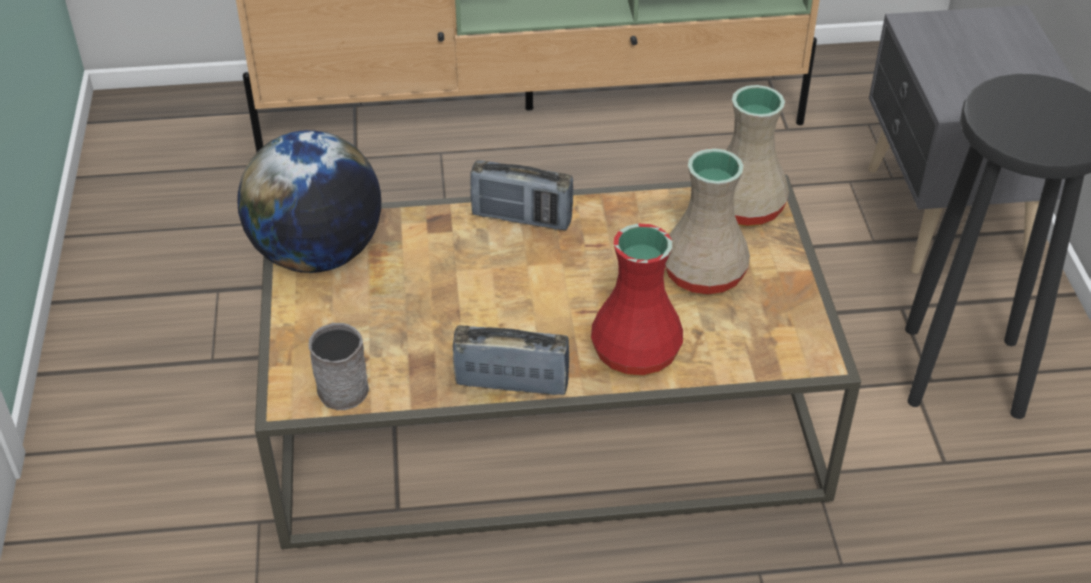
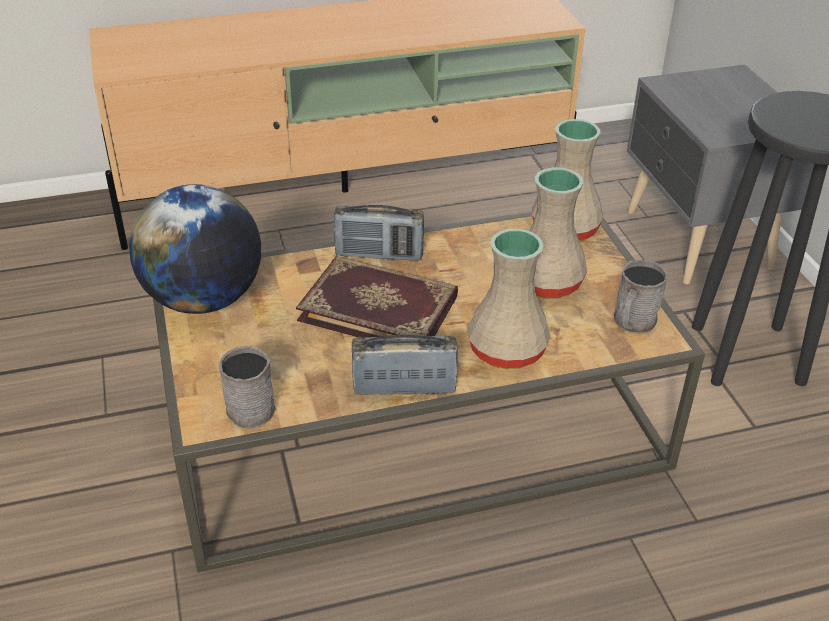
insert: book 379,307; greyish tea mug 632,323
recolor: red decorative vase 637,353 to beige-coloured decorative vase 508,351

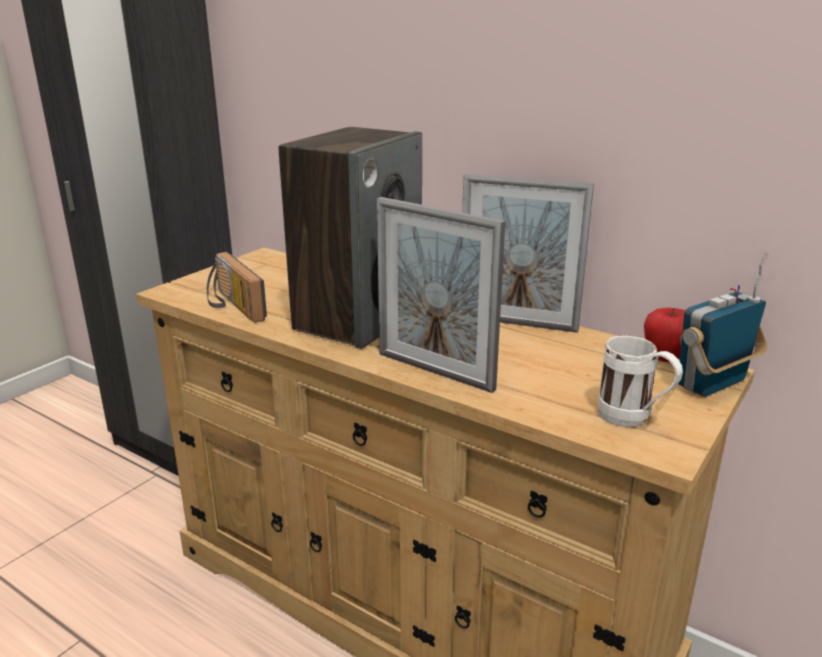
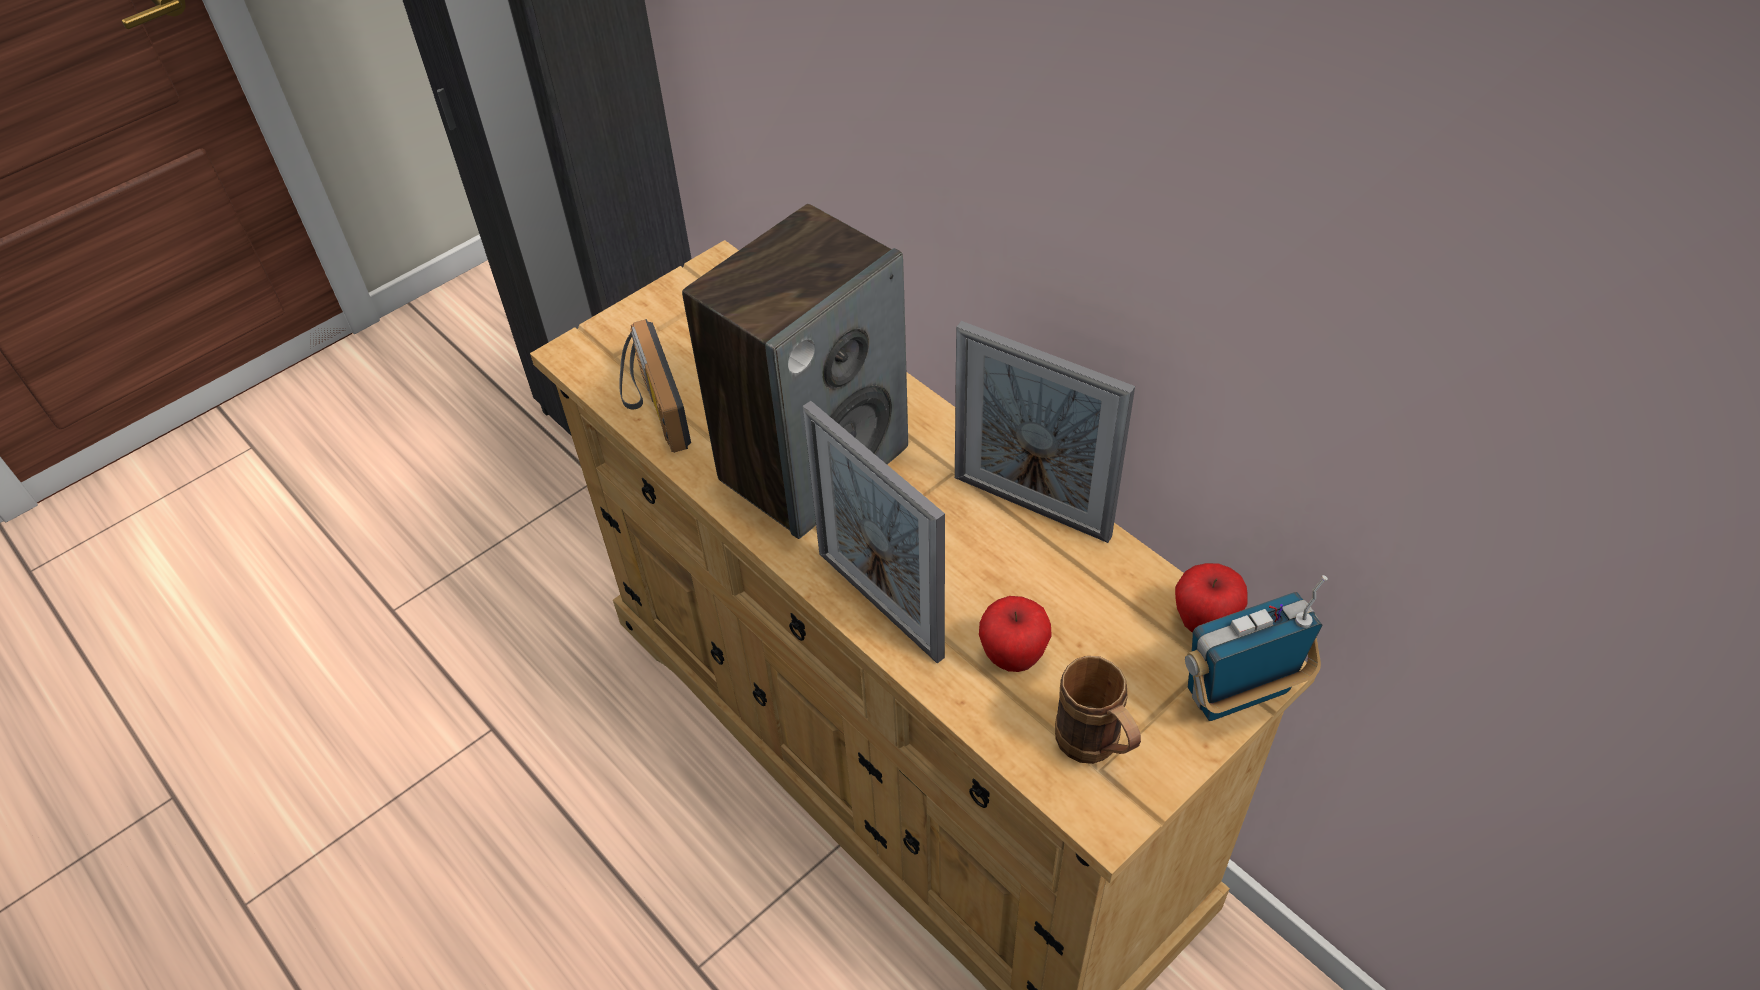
insert: apple 1013,657
recolor: white tea mug 633,419 to brown tea mug 1095,749

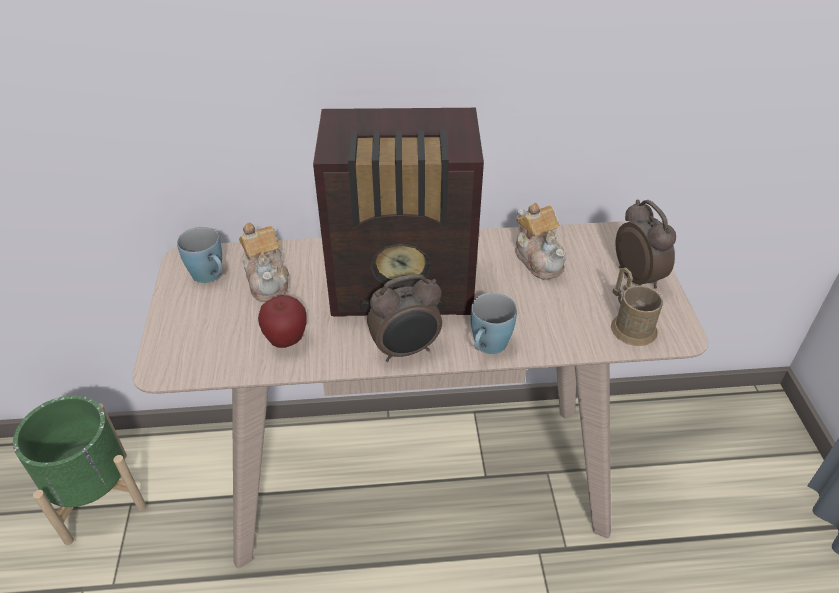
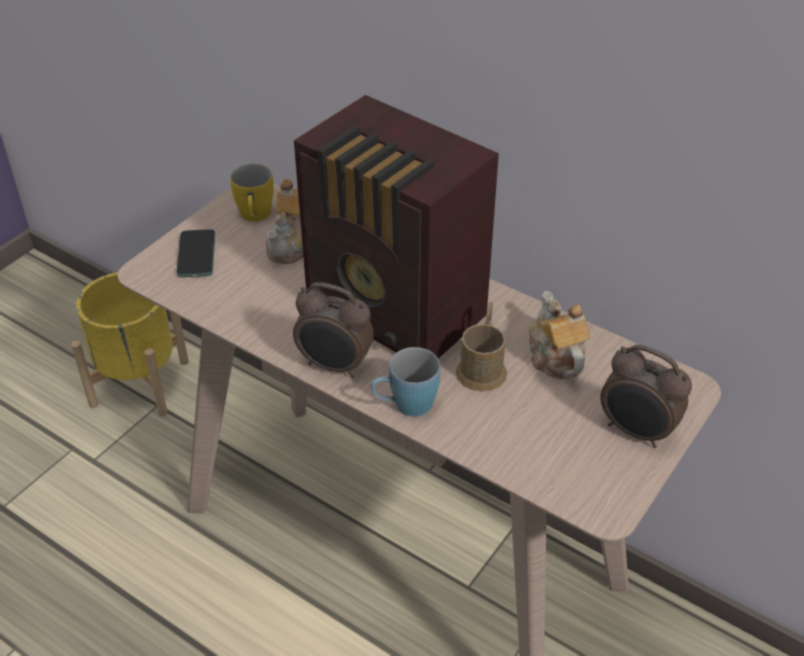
delete: apple 286,340
insert: handset 196,254
move: brown tea mug 629,324 to 482,366
recolor: green planter 96,497 to yellowish planter 139,383; blue tea mug 211,276 to yellowish tea mug 255,217
rotate: pot for tea 539,259 = 555,357 150 degrees clockwise; bedside clock 637,277 = 636,432 105 degrees clockwise

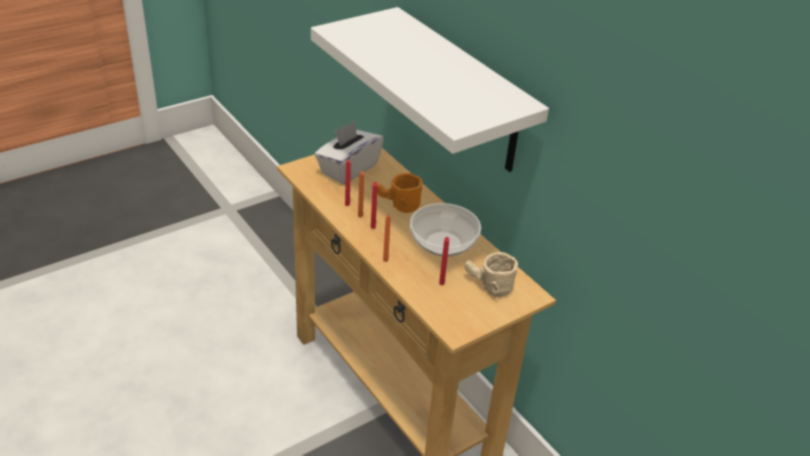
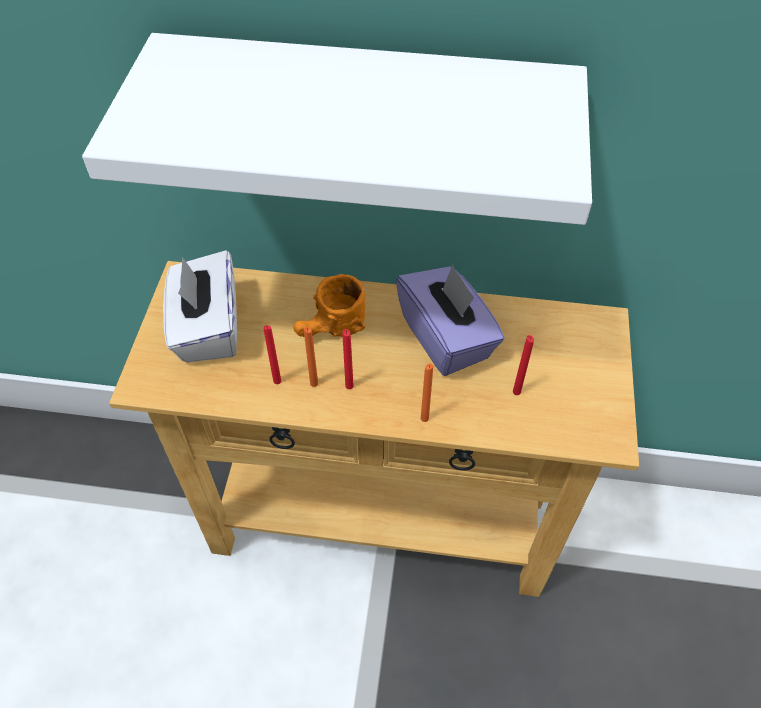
delete: beige-coloured tea mug 486,286
replace: bowl 442,243 to purple tissue box 446,338

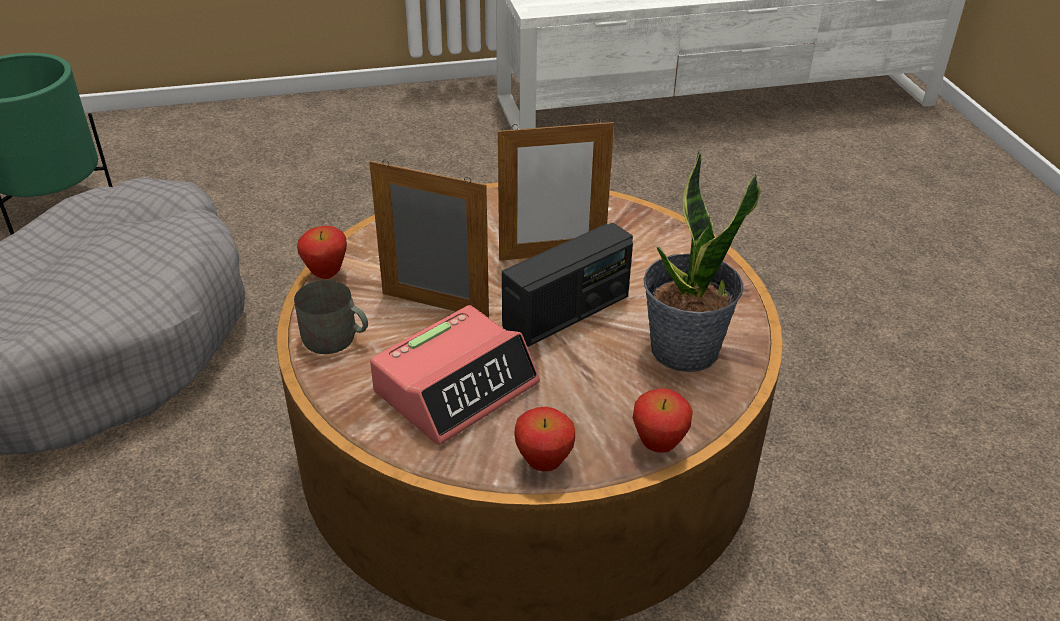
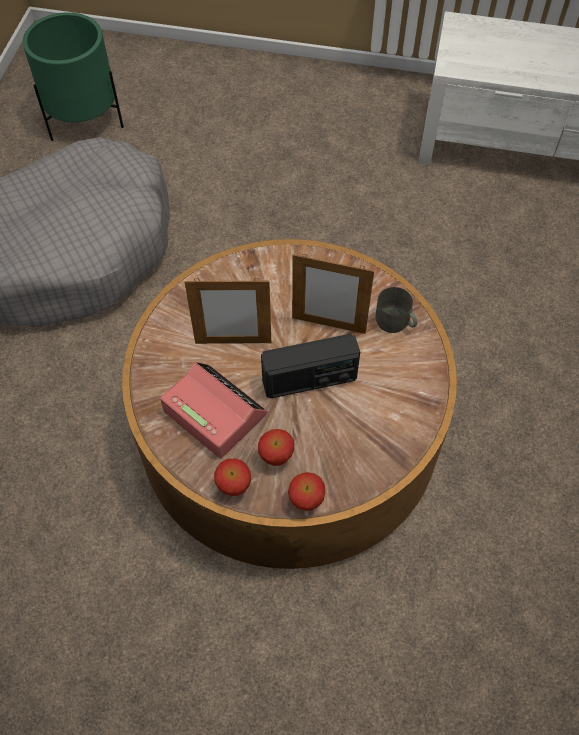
delete: houseplant 684,350
move: apple 326,274 to 276,458; greyish tea mug 336,339 to 395,323
rotate: bedside clock 456,387 = 214,412 120 degrees counterclockwise; picture frame 435,306 = 233,342 135 degrees clockwise

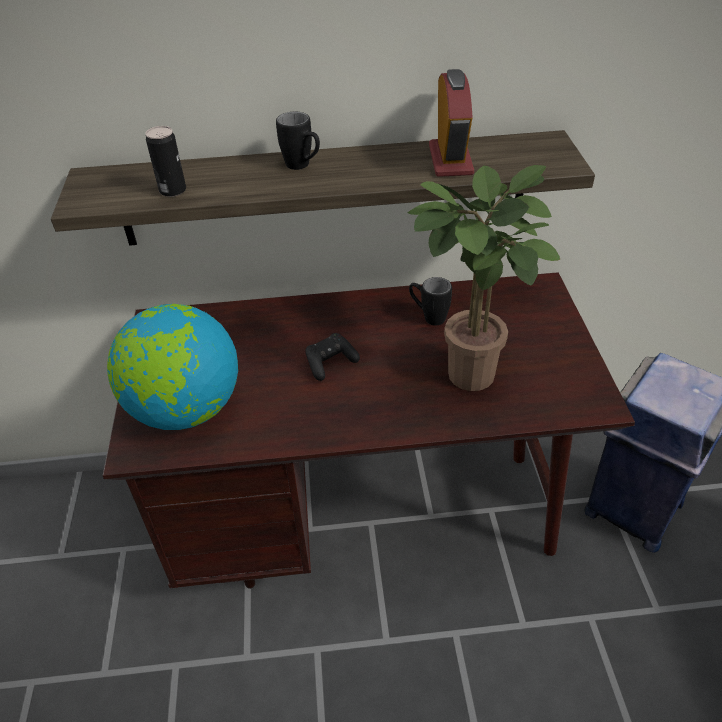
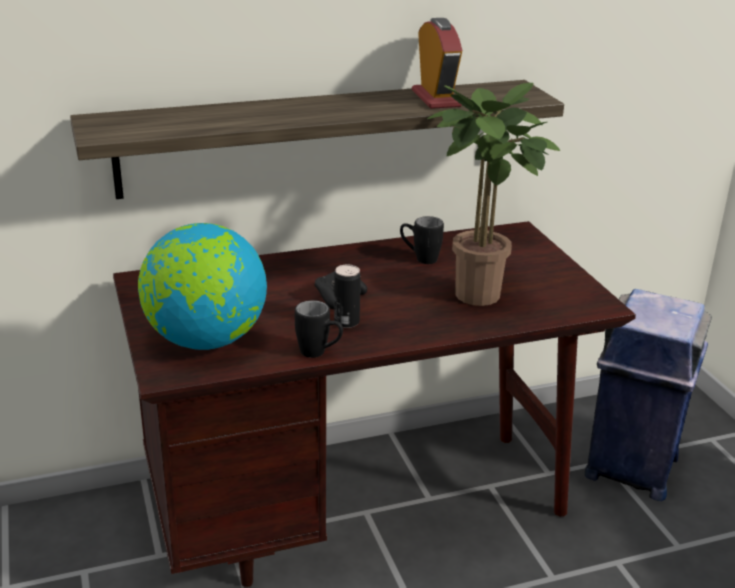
move: blackish tea mug 303,166 to 319,354; metal can 173,190 to 346,322

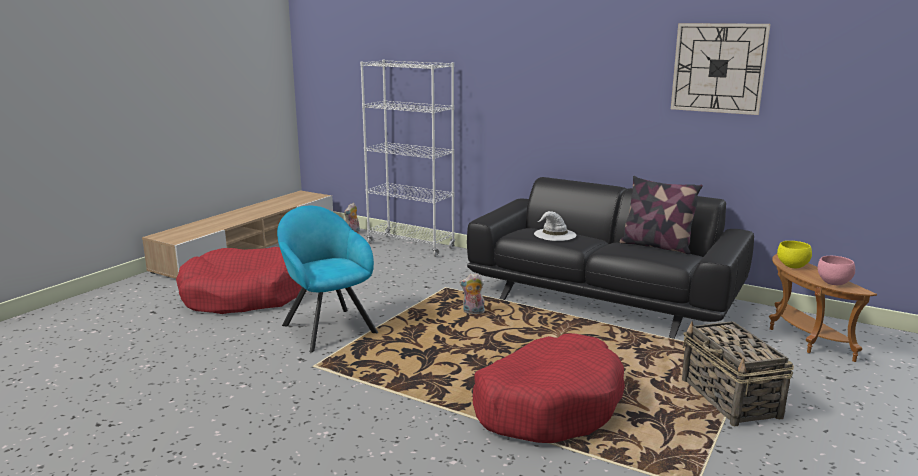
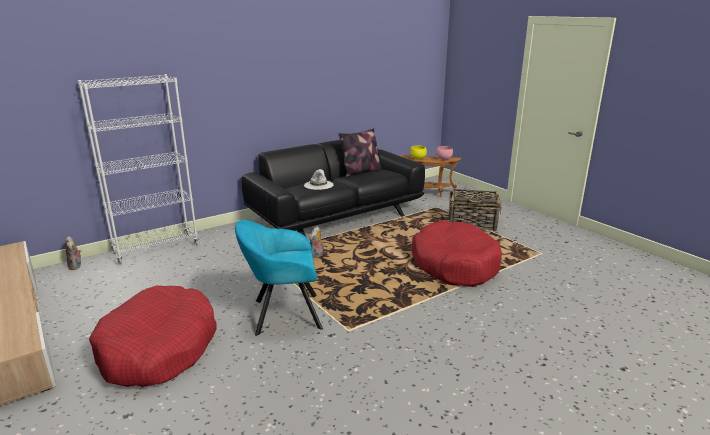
delete: hanging clock 718,68

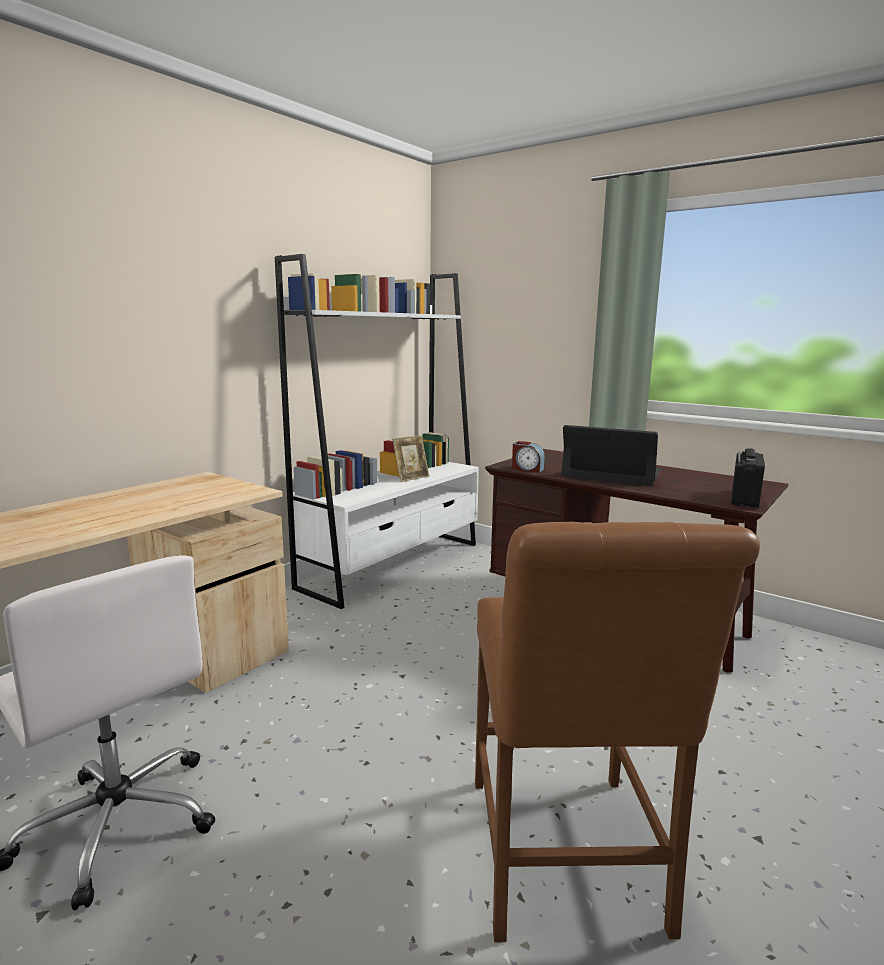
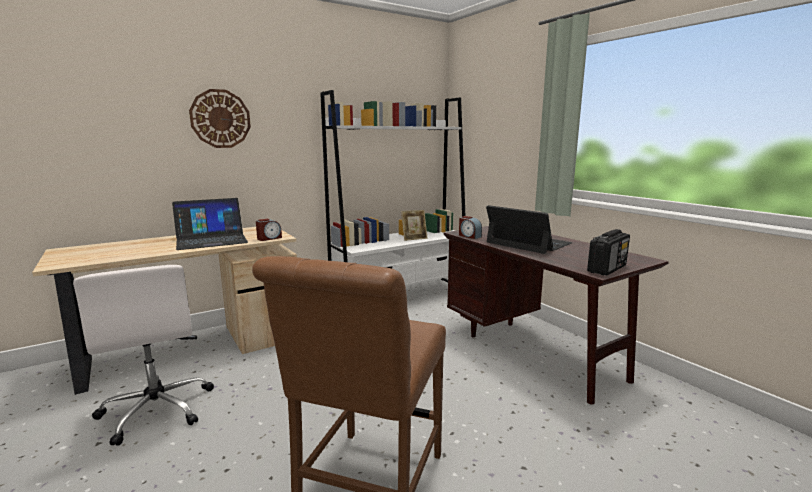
insert: laptop 211,240; hanging clock 220,119; bedside clock 269,238

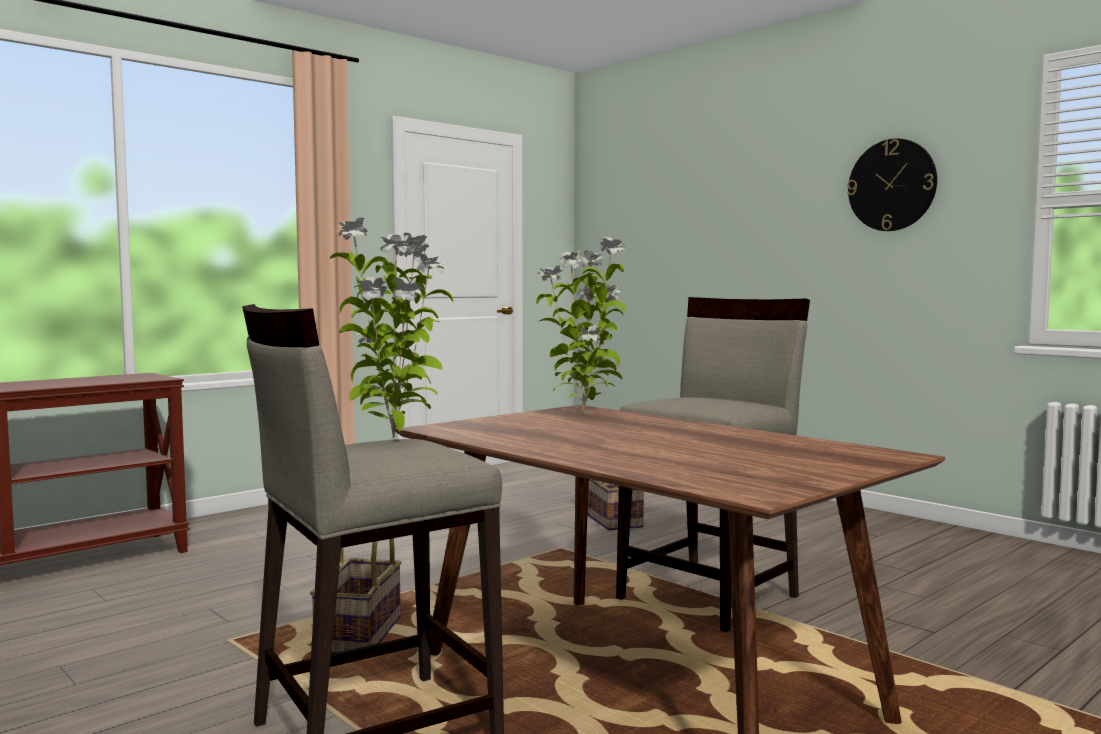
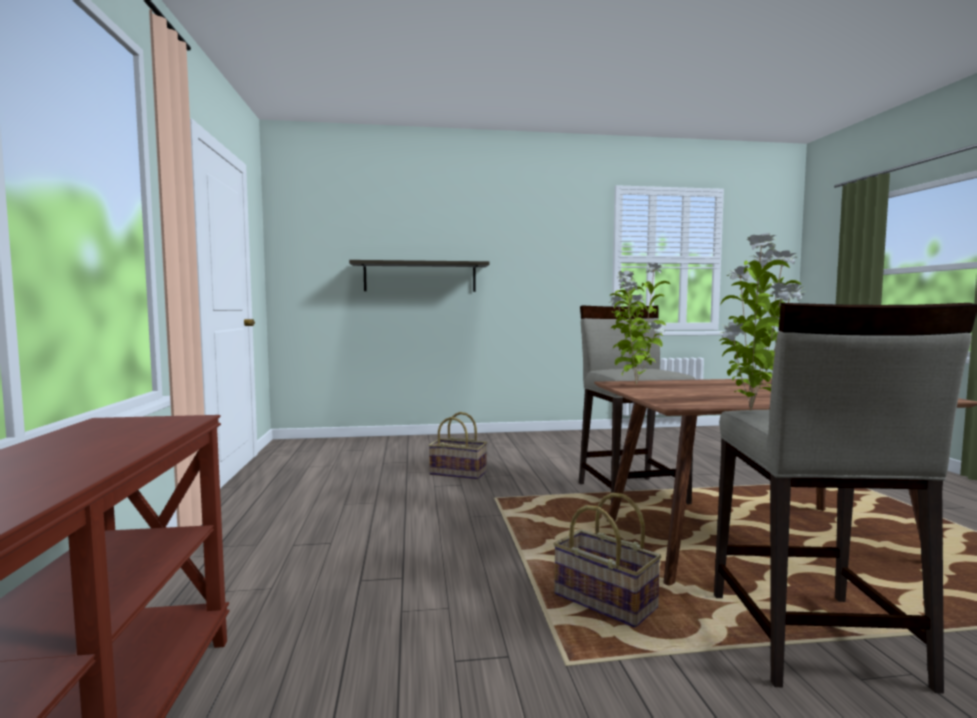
delete: hanging clock 892,185
insert: wall shelf 420,277

